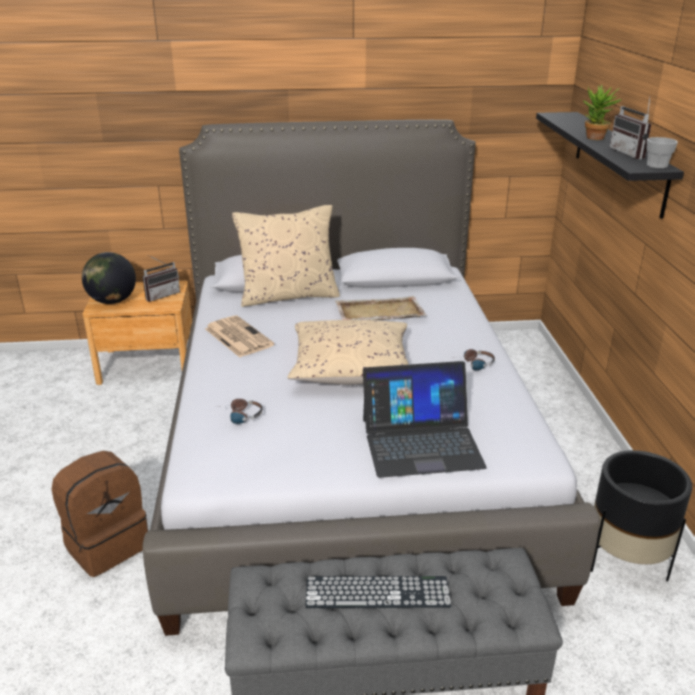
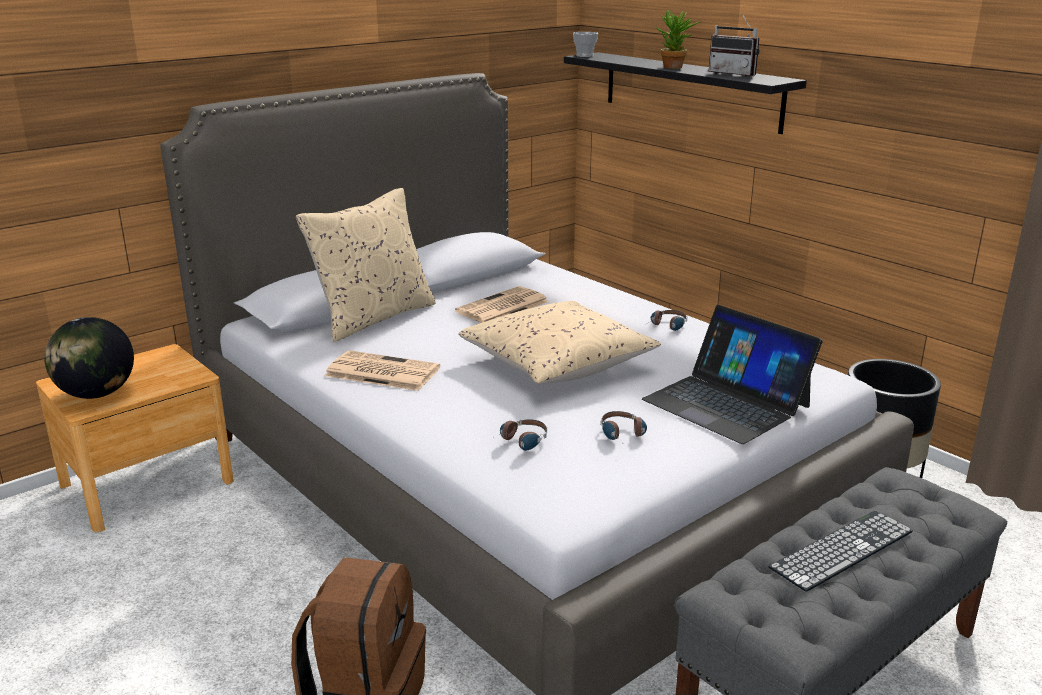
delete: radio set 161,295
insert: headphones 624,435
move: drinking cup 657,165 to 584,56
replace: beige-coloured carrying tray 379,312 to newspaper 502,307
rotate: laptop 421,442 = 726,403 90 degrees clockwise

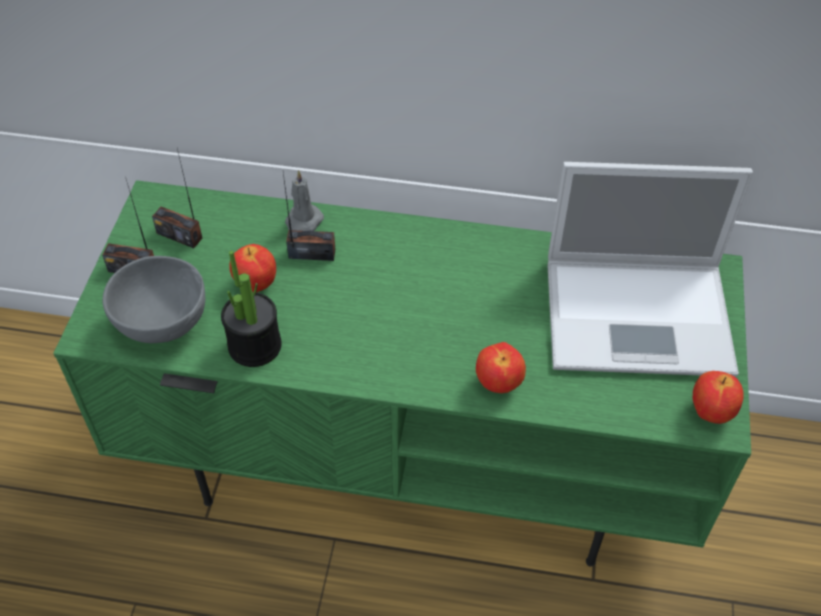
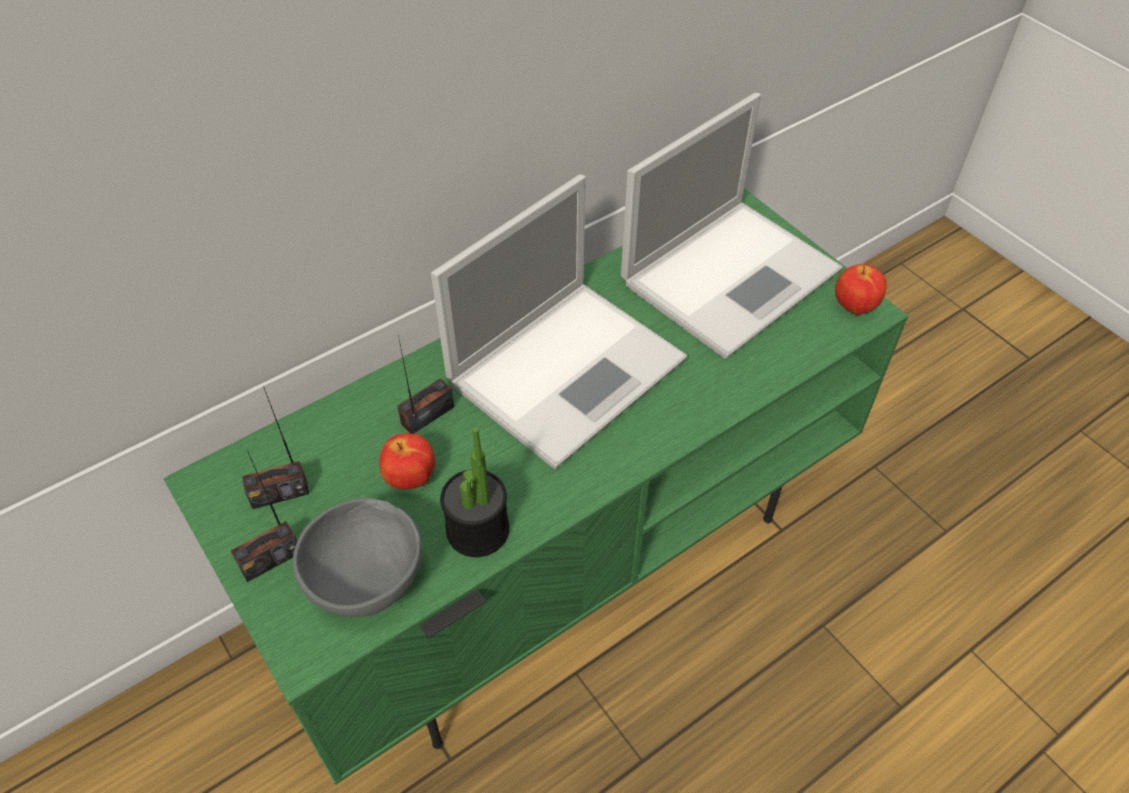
delete: greyish wax light 303,223; apple 498,383
insert: laptop 569,368

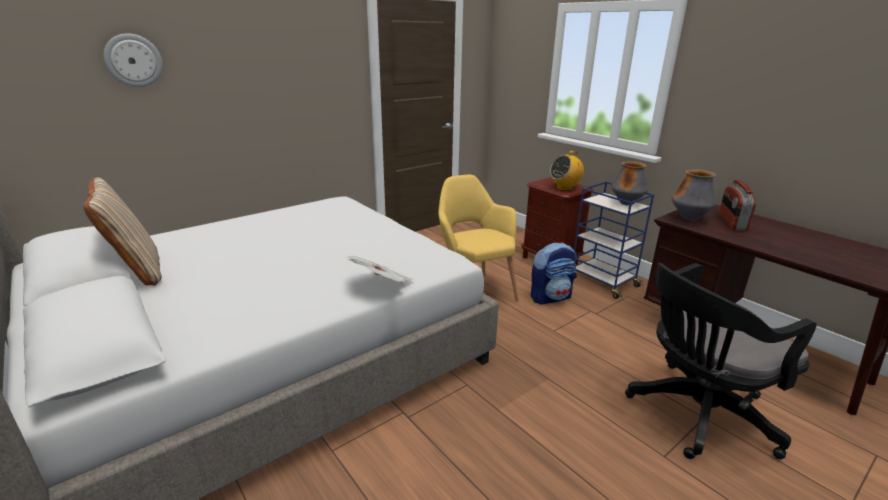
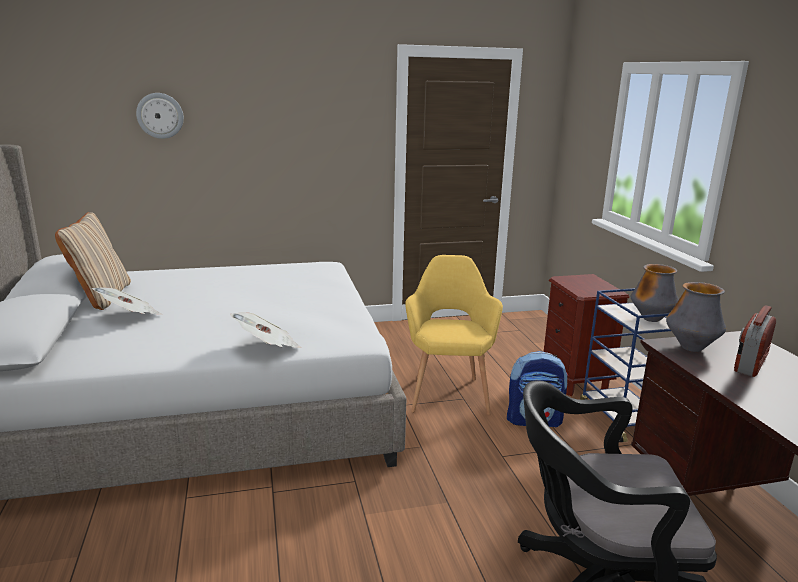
delete: radio set 565,188
insert: newspaper 130,316

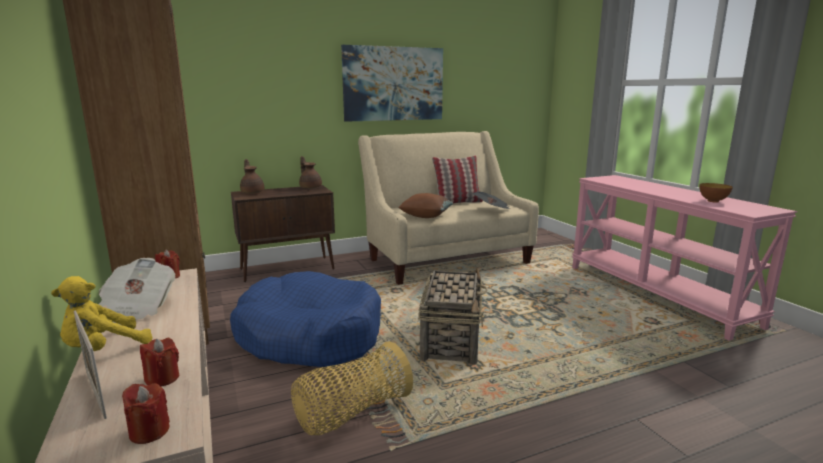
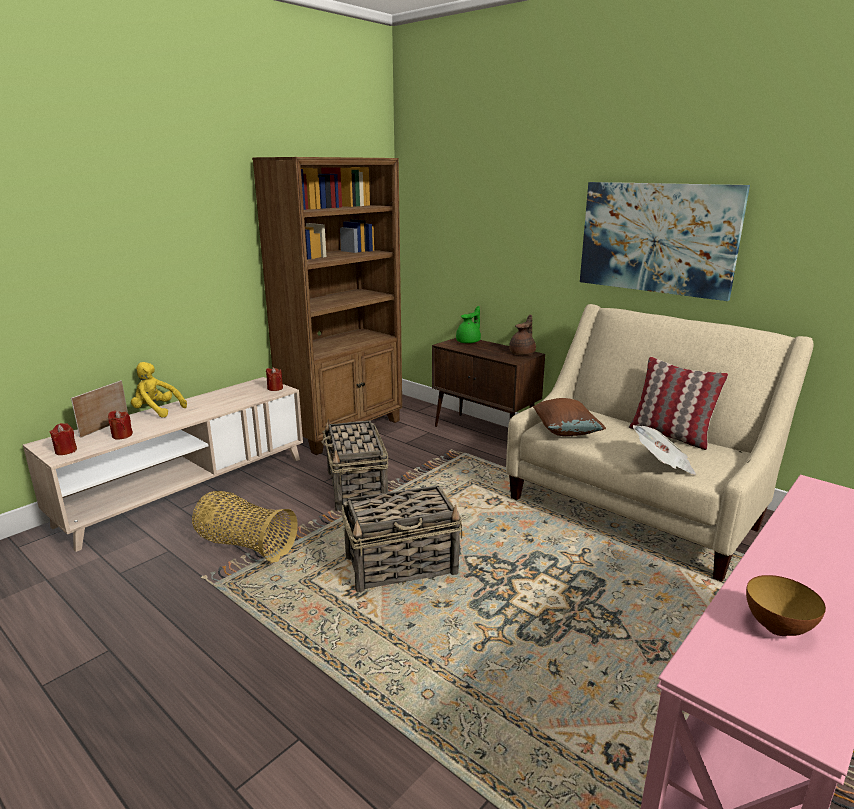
delete: newspaper 137,309
replace: blue pet bed 309,336 to basket 356,488
recolor: brown pot for tea 252,192 to green pot for tea 469,342

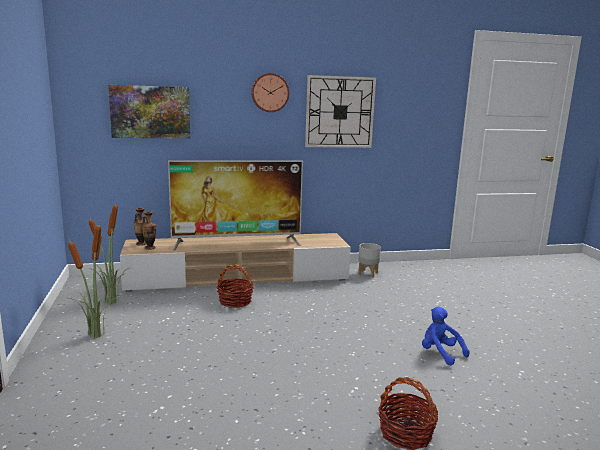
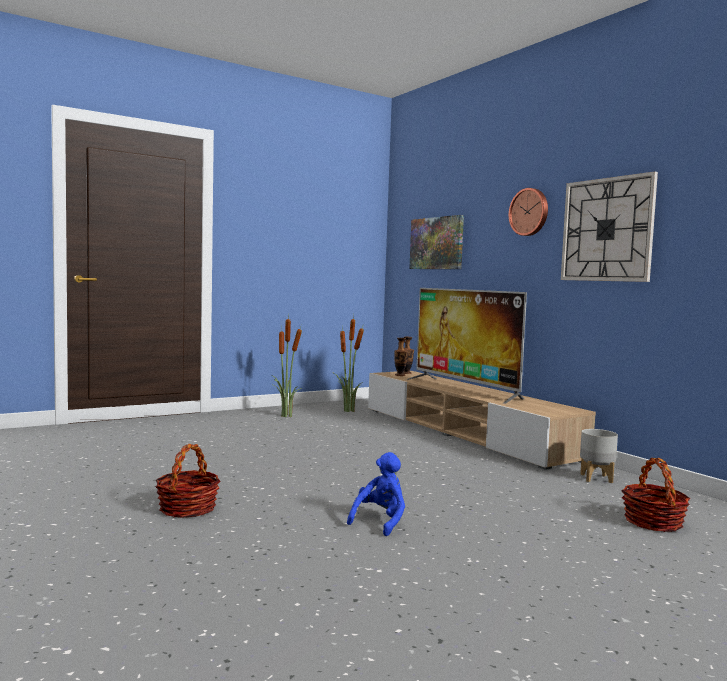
move: basket 235,301 to 653,522

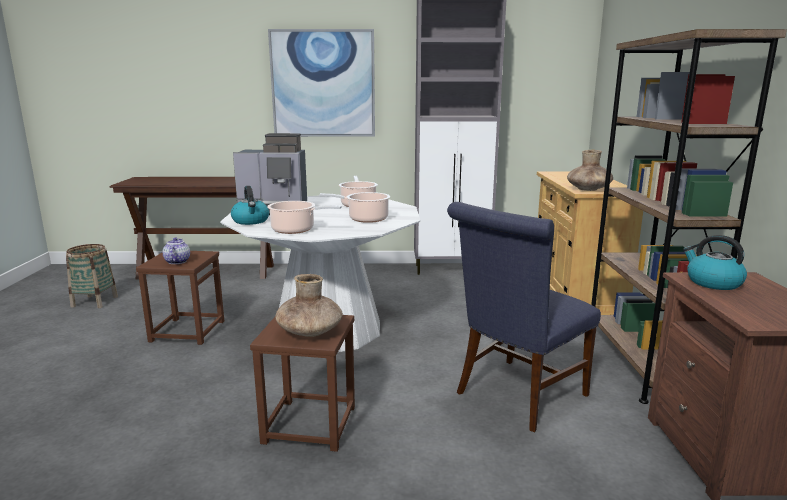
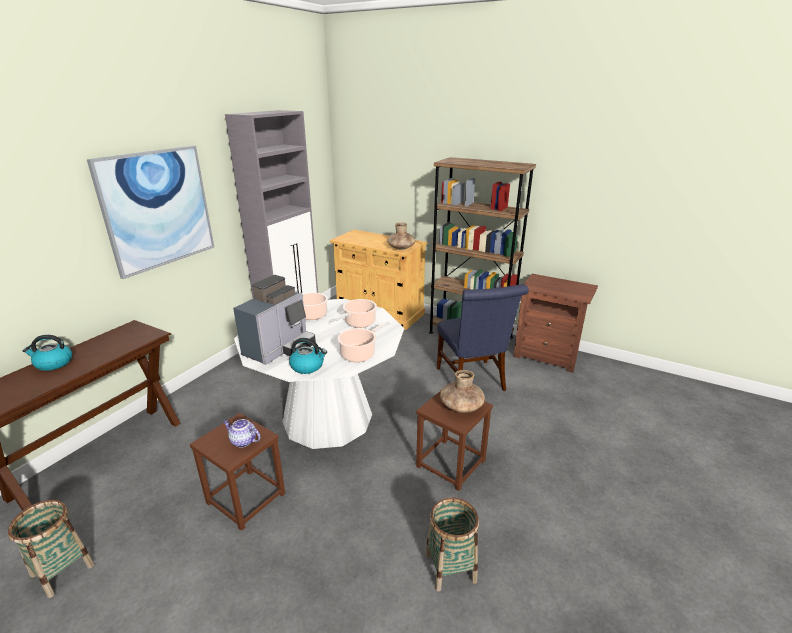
insert: basket 450,568
move: kettle 712,282 to 53,363

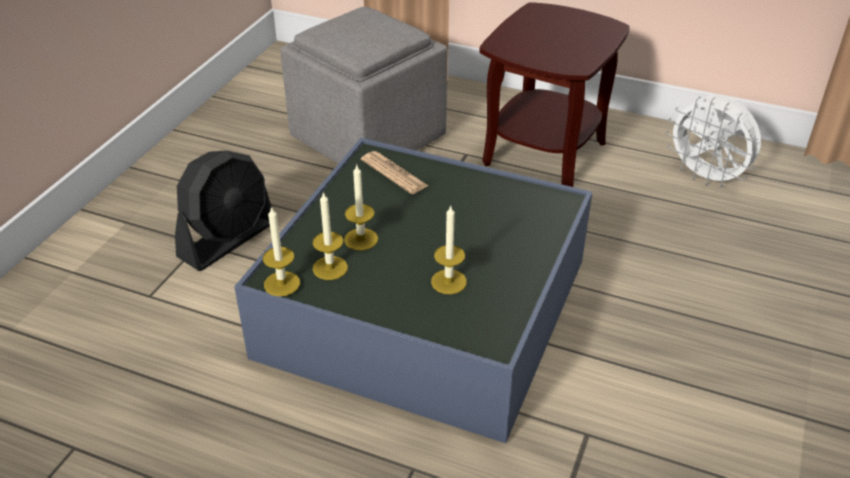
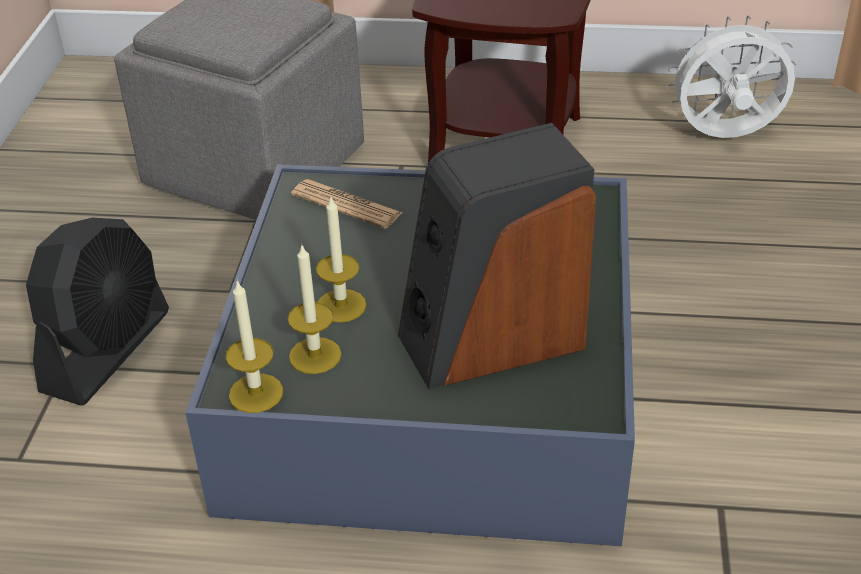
replace: wax light 448,281 to audio speaker 491,339
rotate: white fan 706,177 = 725,137 150 degrees clockwise

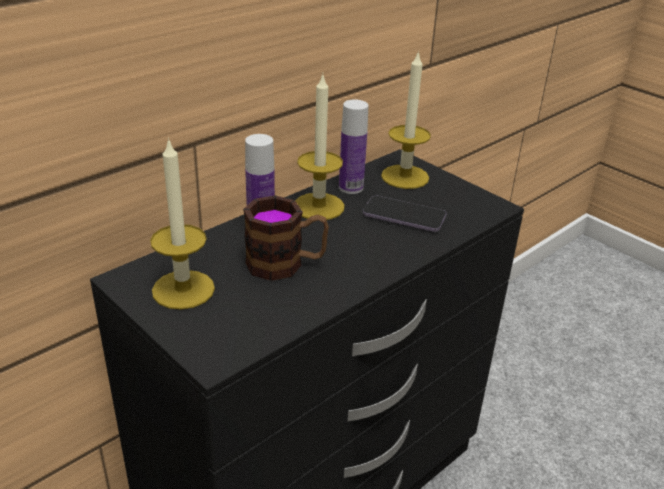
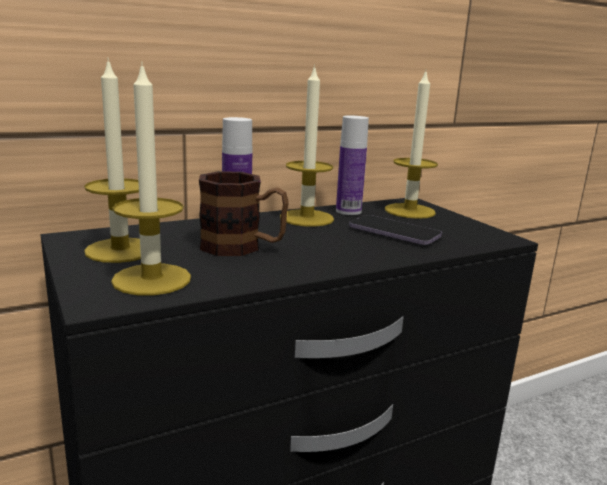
insert: wax light 152,279

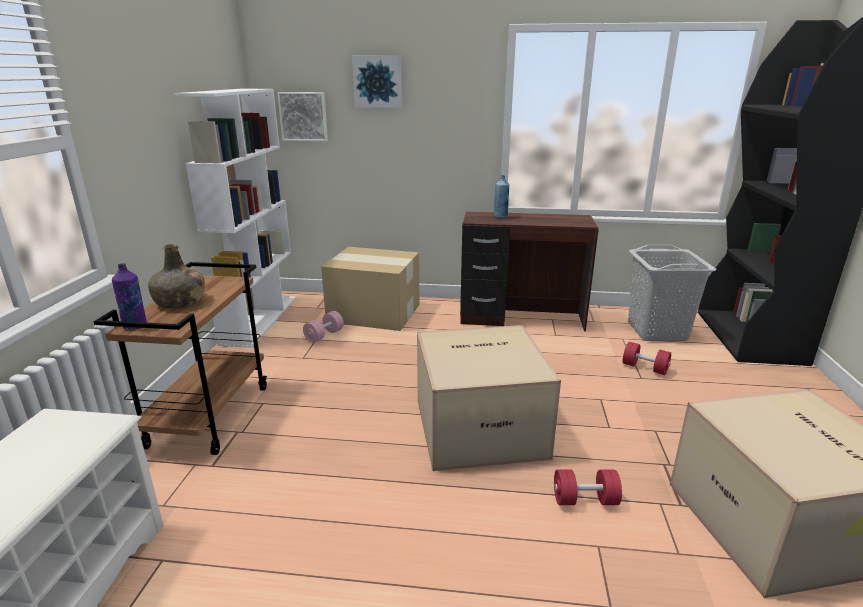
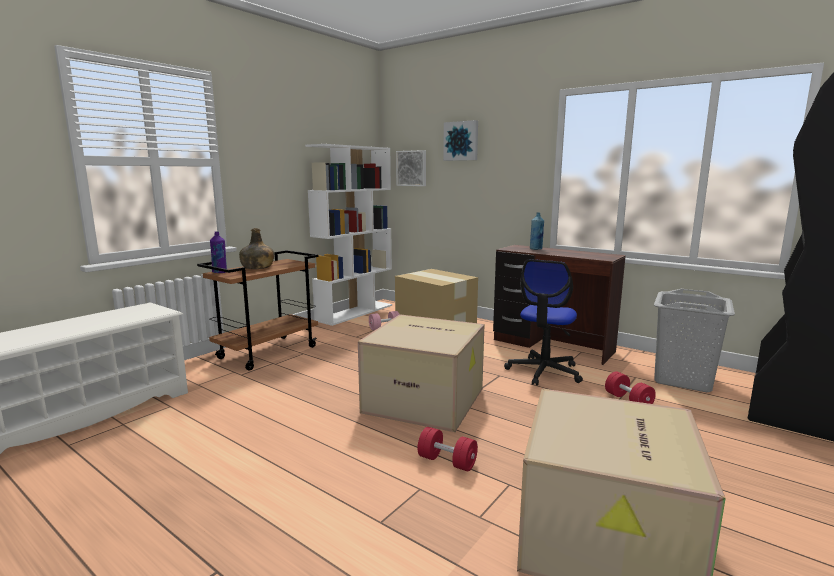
insert: office chair 544,372

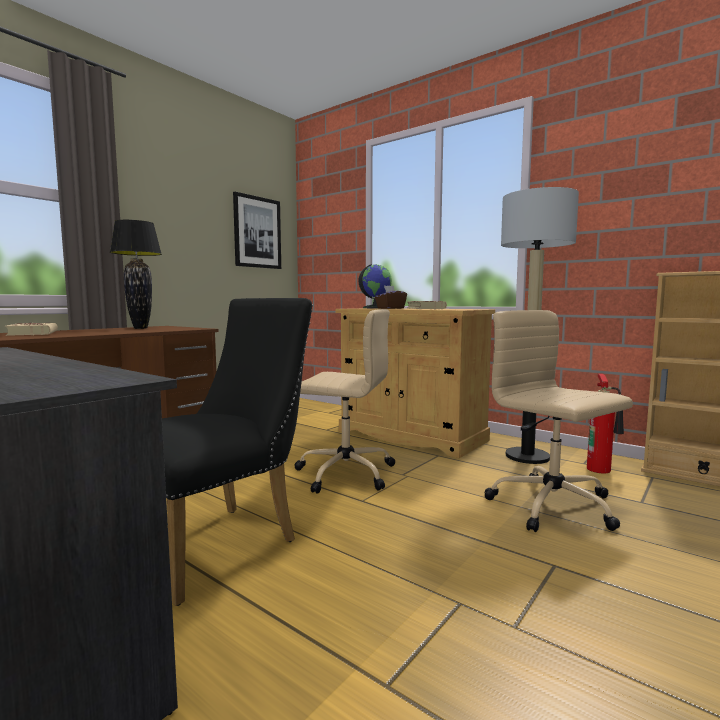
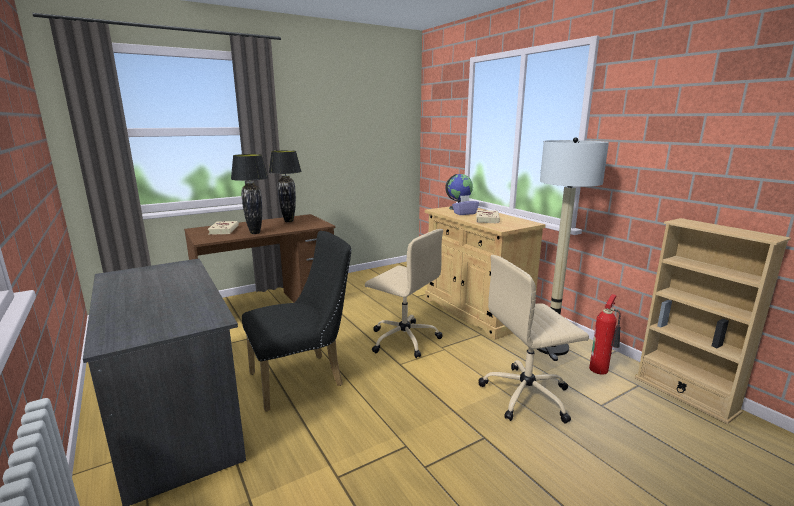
delete: picture 257,232
insert: blackish tabletop lamp 255,233
recolor: brown tissue box 390,308 to purple tissue box 464,213
rotate: beige-coloured office chair 554,507 = 527,395 90 degrees counterclockwise

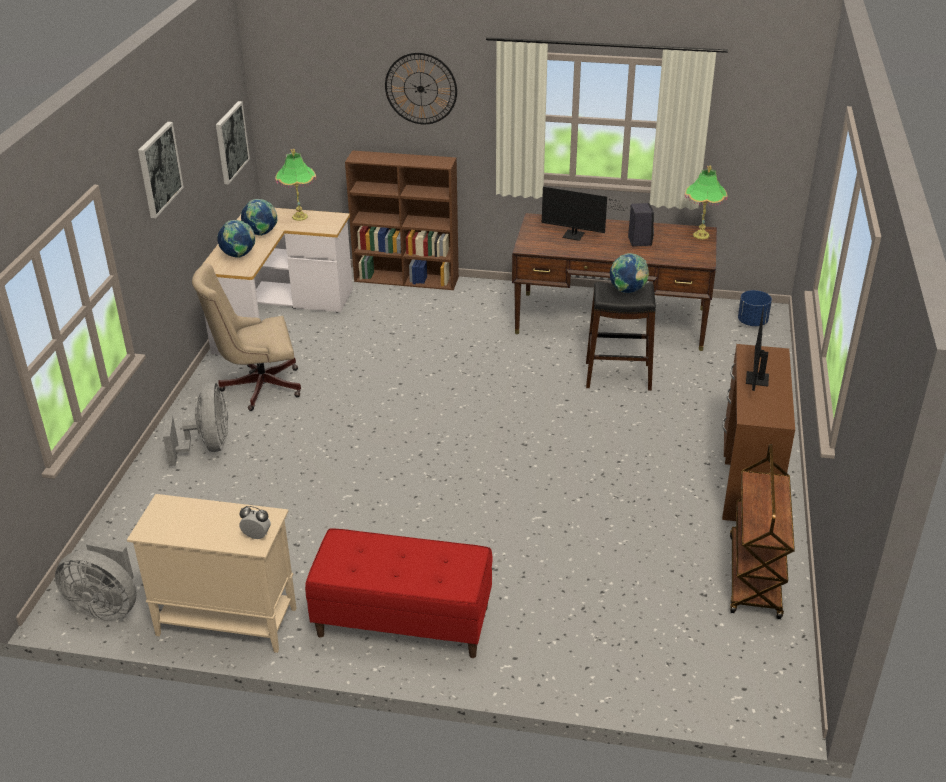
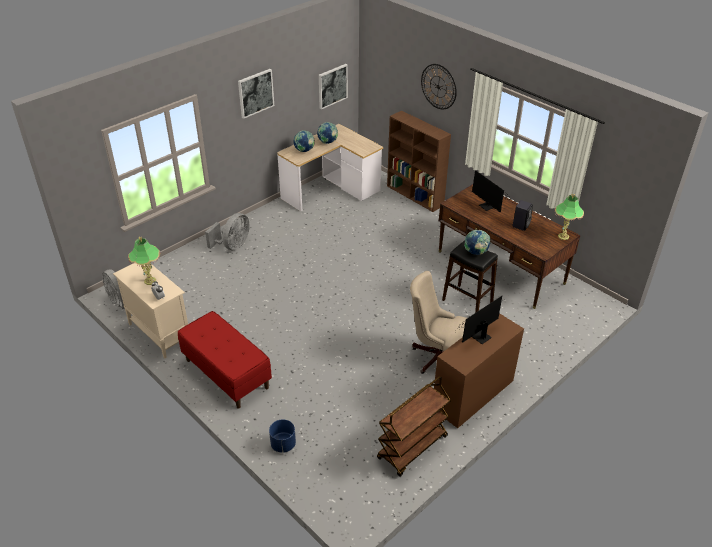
move: tabletop lamp 300,217 to 150,281; blue planter 752,322 to 283,444; beige-coloured office chair 256,387 to 436,356

